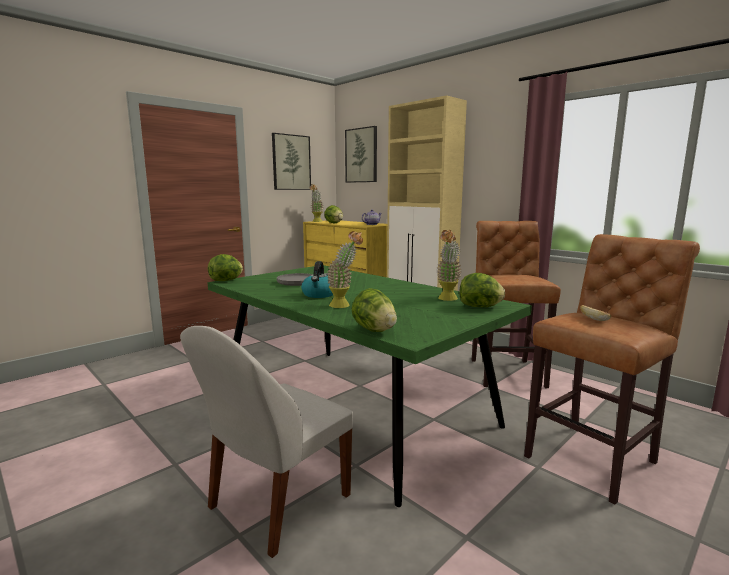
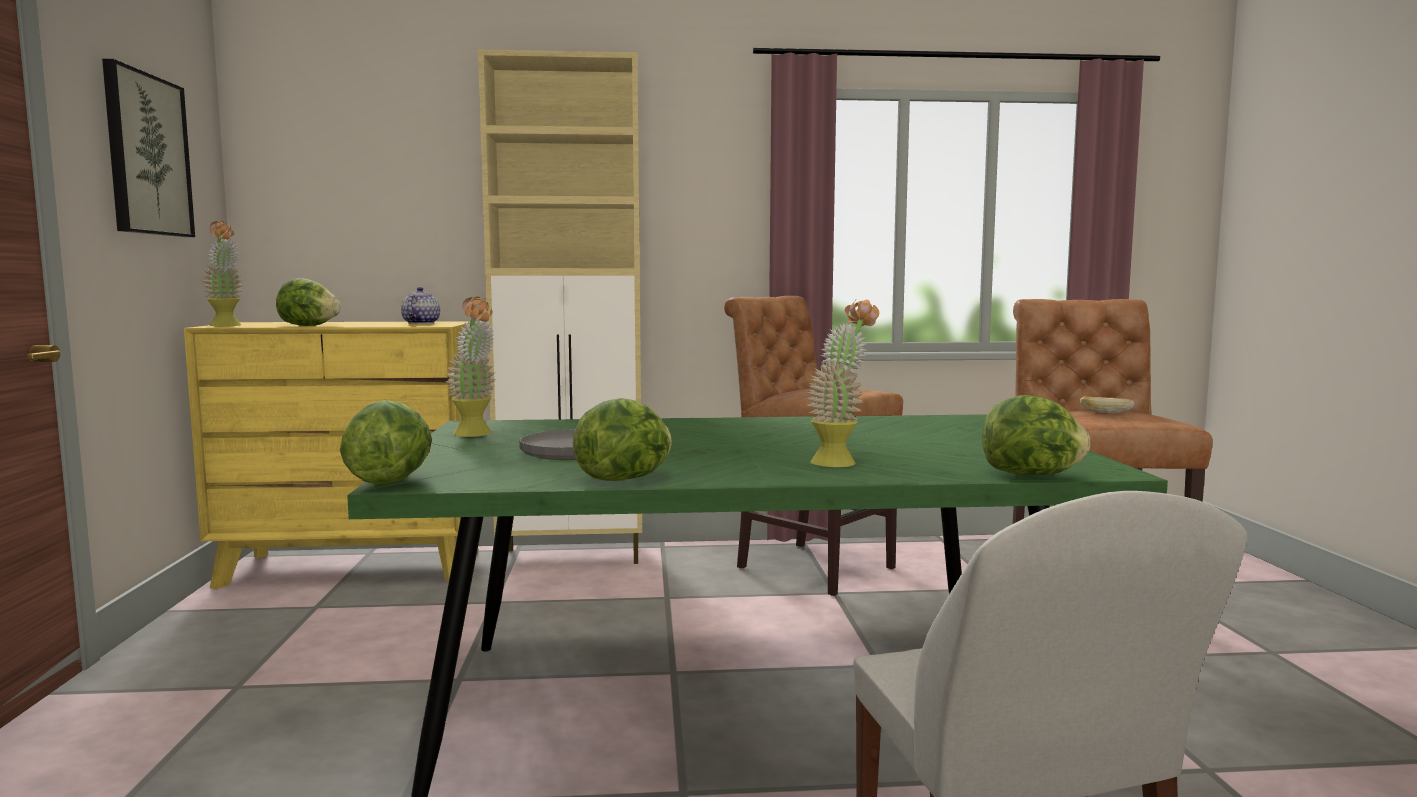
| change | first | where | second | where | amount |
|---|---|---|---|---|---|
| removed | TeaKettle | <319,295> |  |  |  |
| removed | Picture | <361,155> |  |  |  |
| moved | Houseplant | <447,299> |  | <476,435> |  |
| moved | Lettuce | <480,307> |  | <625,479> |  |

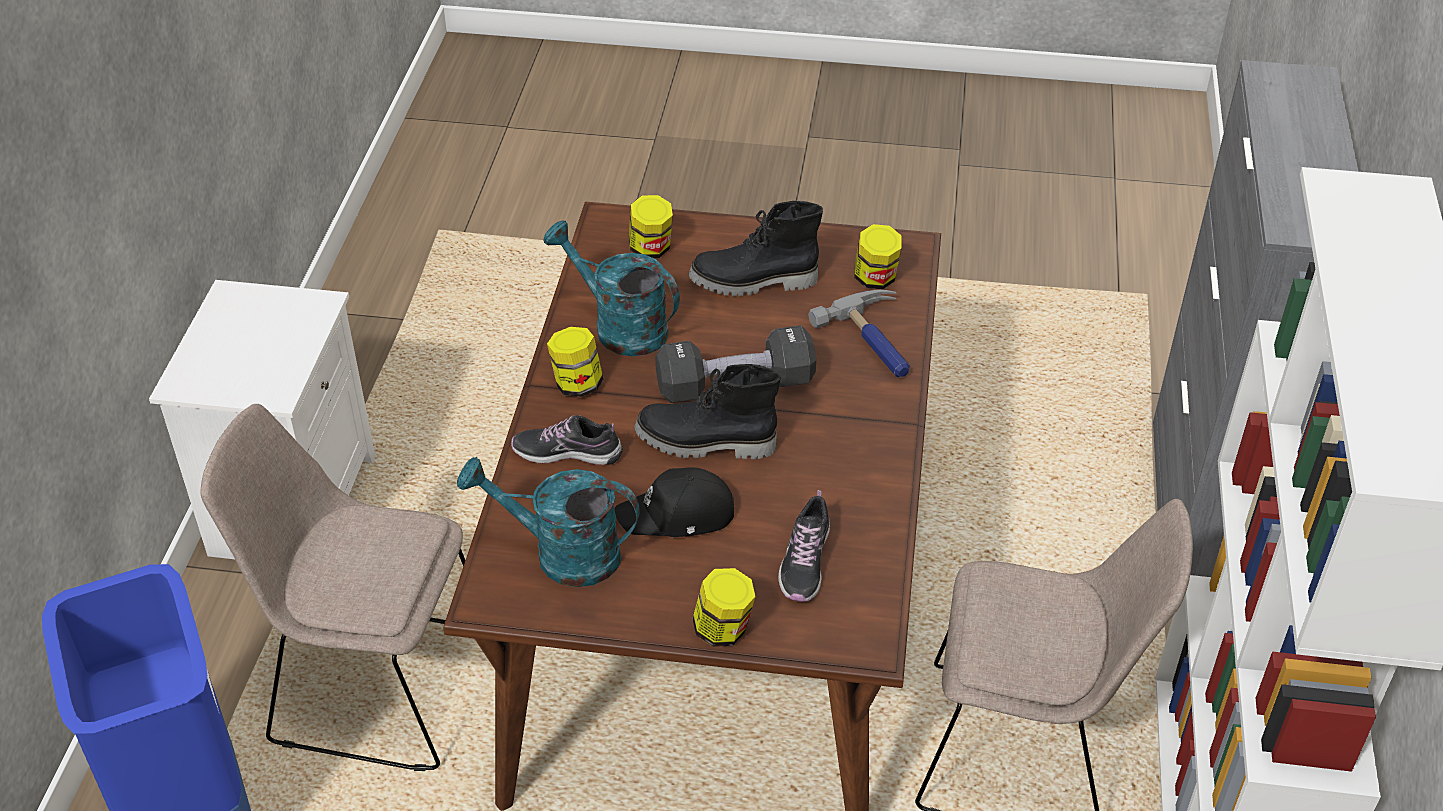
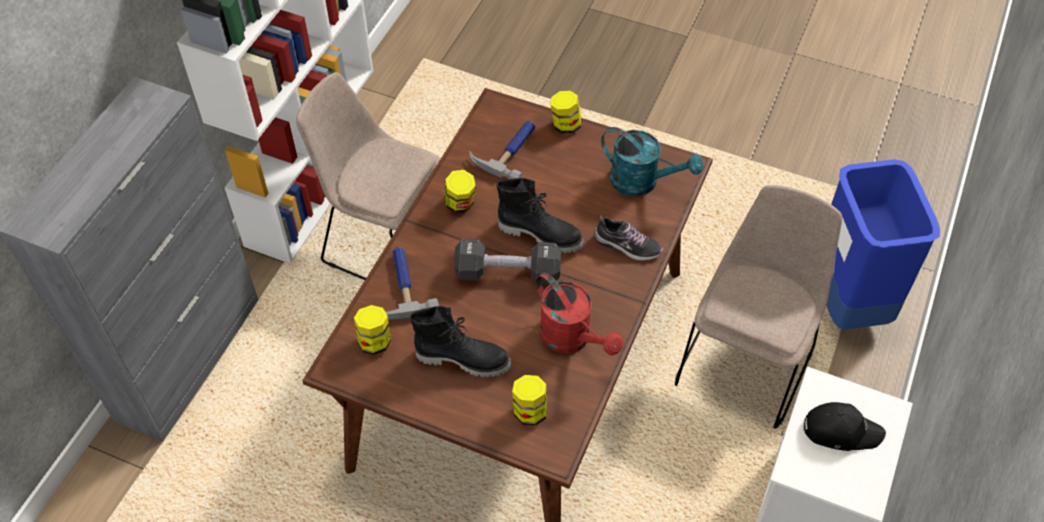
| change | first | where | second | where | amount |
|---|---|---|---|---|---|
| moved | Jar | <577,384> |  | <460,204> |  |
| moved | BlackishPeakedCap | <678,515> |  | <840,430> |  |
| replaced | LowShoe | <805,562> | HandHammer | <509,150> |  |
| recoloured | TurquoiseColouredWateringPot | <619,327> | RedWateringPot | <572,338> |  |
| turned | BeigePlainChair | <374,684> |  | <745,362> | 90 degrees counterclockwise |

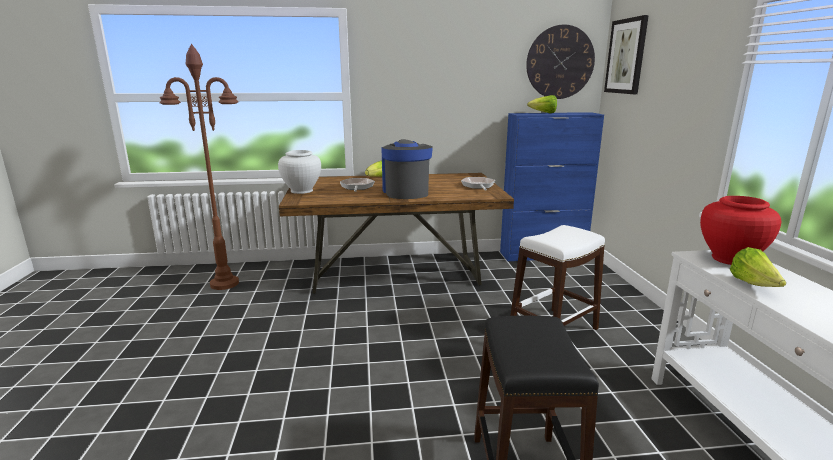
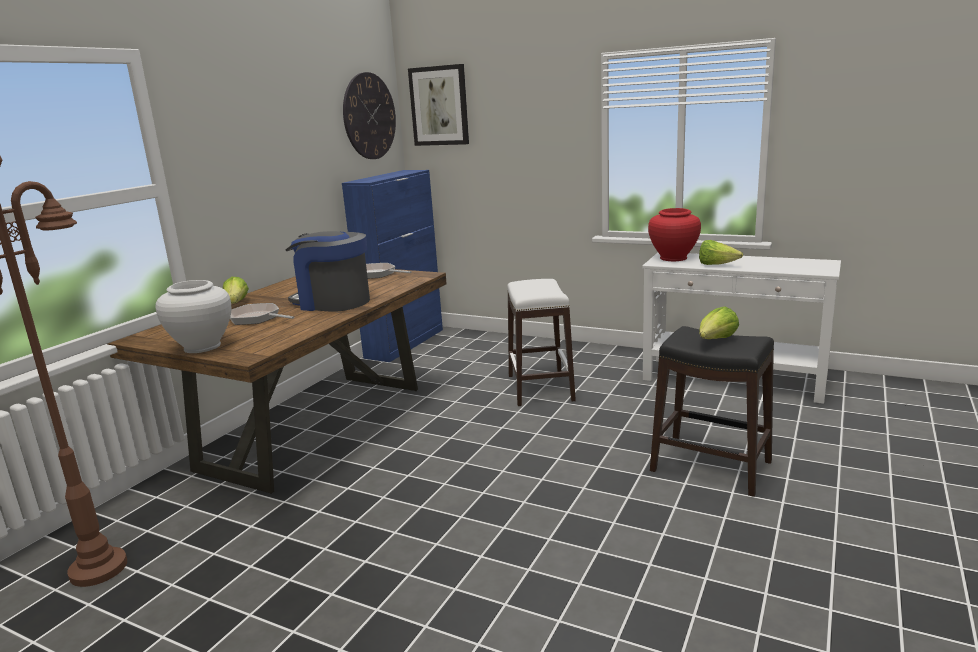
| change | first | where | second | where | amount |
|---|---|---|---|---|---|
| moved | Lettuce | <543,113> |  | <716,341> |  |

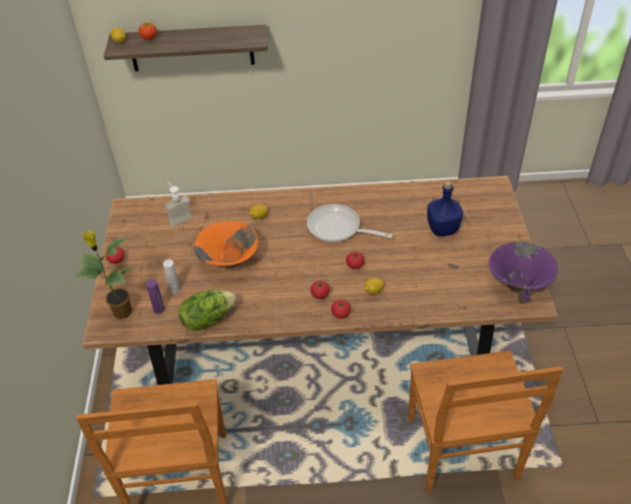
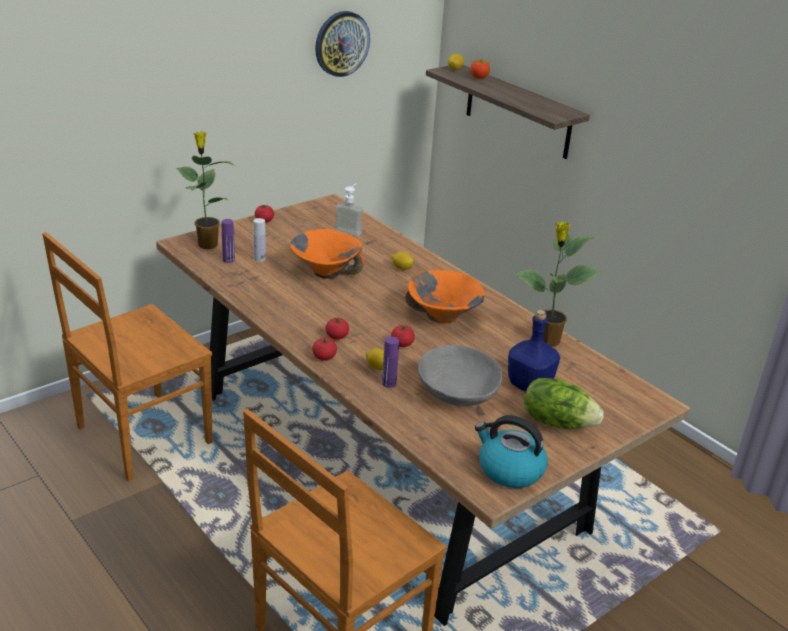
| change | first | where | second | where | amount |
|---|---|---|---|---|---|
| added |  |  | ClockOnTheWall | <341,43> |  |
| added |  |  | PurplishDrinkBottle | <389,383> |  |
| added |  |  | GreyishDeepDish | <457,392> |  |
| added |  |  | Houseplant | <547,341> |  |
| moved | Lettuce | <208,319> |  | <557,422> |  |
| replaced | Pan | <338,229> | OrangeColouredDeepDish | <442,317> |  |
| replaced | PurplishDeepDish | <519,283> | TeaKettle | <509,470> |  |

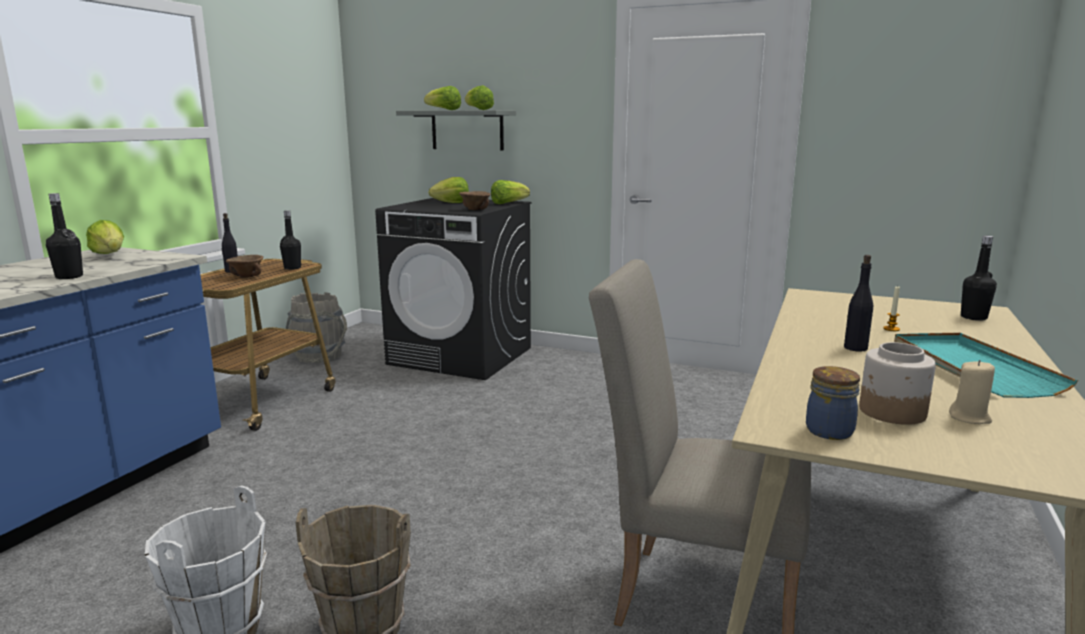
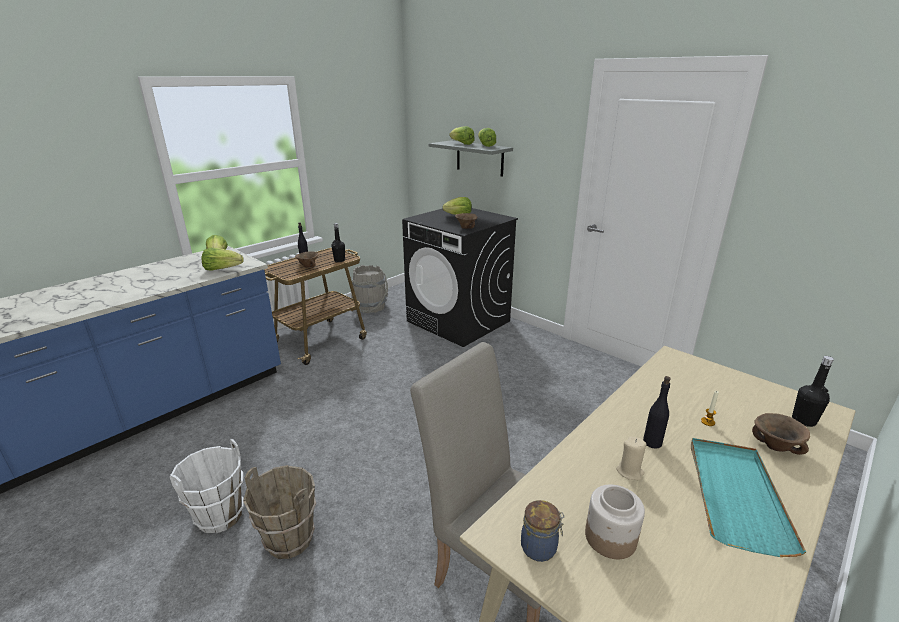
| change | first | where | second | where | amount |
|---|---|---|---|---|---|
| removed | BlackishDrinkBottle | <69,277> |  |  |  |
| added |  |  | BrownishDeepDish | <776,447> |  |
| moved | Lettuce | <508,203> |  | <222,269> |  |
| moved | BeigeWaxLight | <969,418> |  | <630,472> |  |

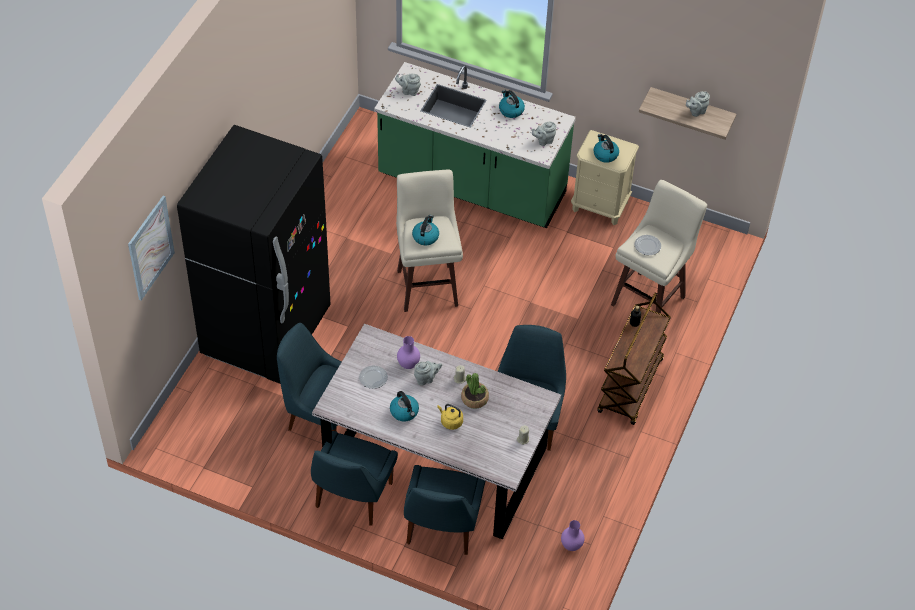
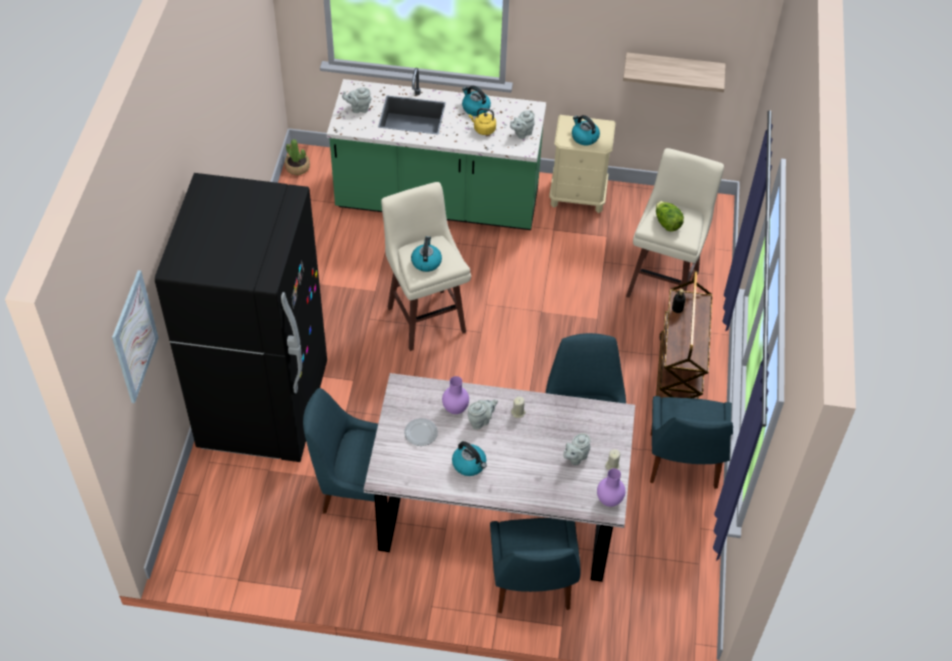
| change | first | where | second | where | amount |
|---|---|---|---|---|---|
| moved | BluePlainChair | <352,497> |  | <683,463> |  |
| moved | YellowishTeaKettle | <450,421> |  | <483,129> |  |
| moved | Houseplant | <474,398> |  | <297,167> |  |
| moved | PurplishDecorativeVase | <571,546> |  | <608,500> |  |
| moved | GreyishPotForTea | <696,111> |  | <575,457> |  |
| replaced | Plate | <647,246> | Lettuce | <666,223> |  |

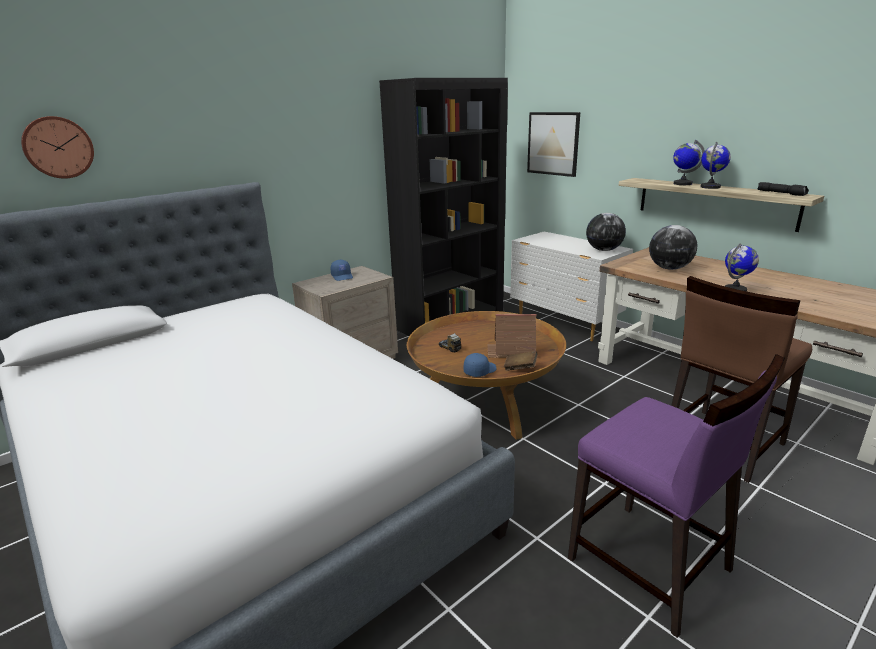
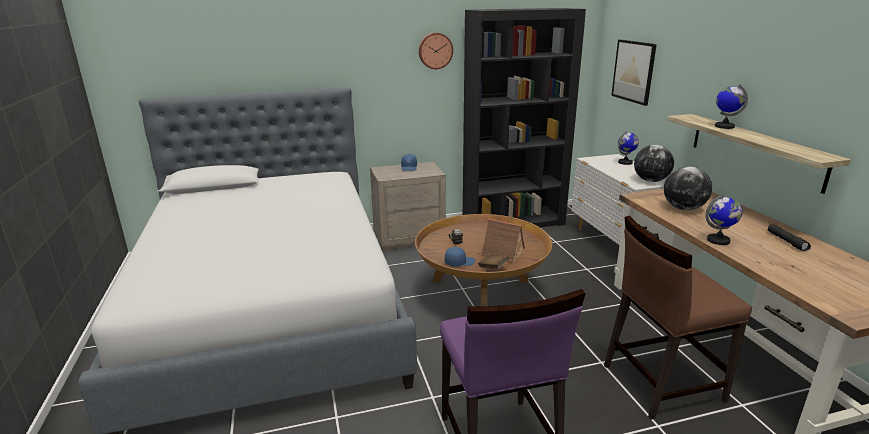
| change | first | where | second | where | amount |
|---|---|---|---|---|---|
| moved | ClockOnTheWall | <58,147> |  | <435,51> |  |
| moved | Globe | <710,187> |  | <625,162> |  |
| moved | BlackishHandTorch | <781,193> |  | <787,241> |  |

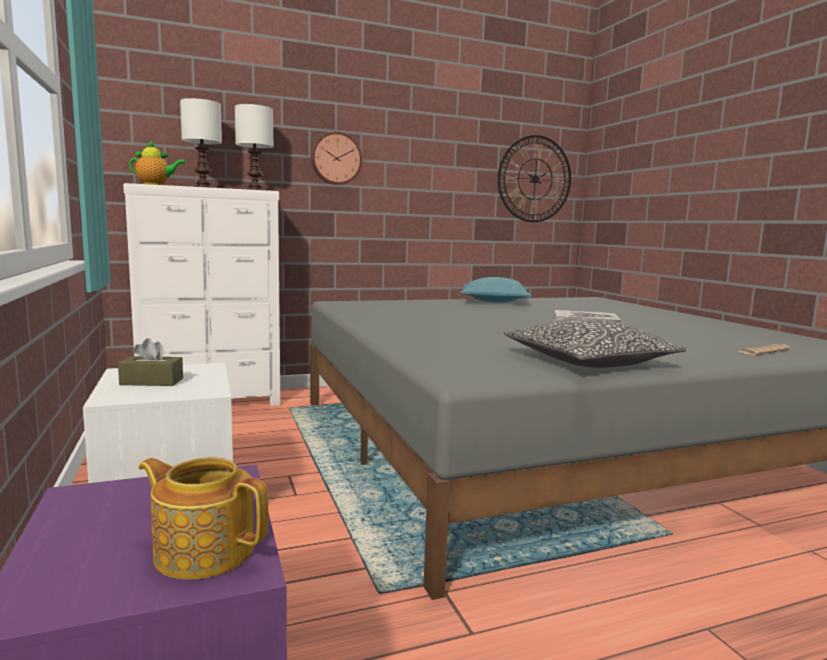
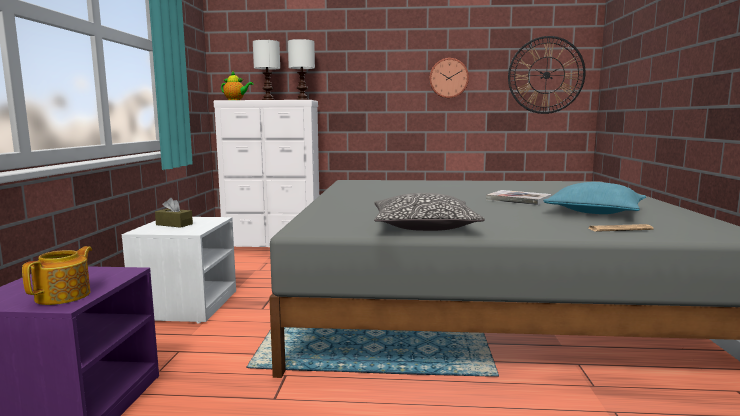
| change | first | where | second | where | amount |
|---|---|---|---|---|---|
| moved | ClockOnTheWall | <336,158> |  | <448,78> |  |
| moved | TurquoiseColouredCushion | <494,301> |  | <594,212> |  |
| turned | PotForTea | <204,550> |  | <64,296> | 60 degrees clockwise |

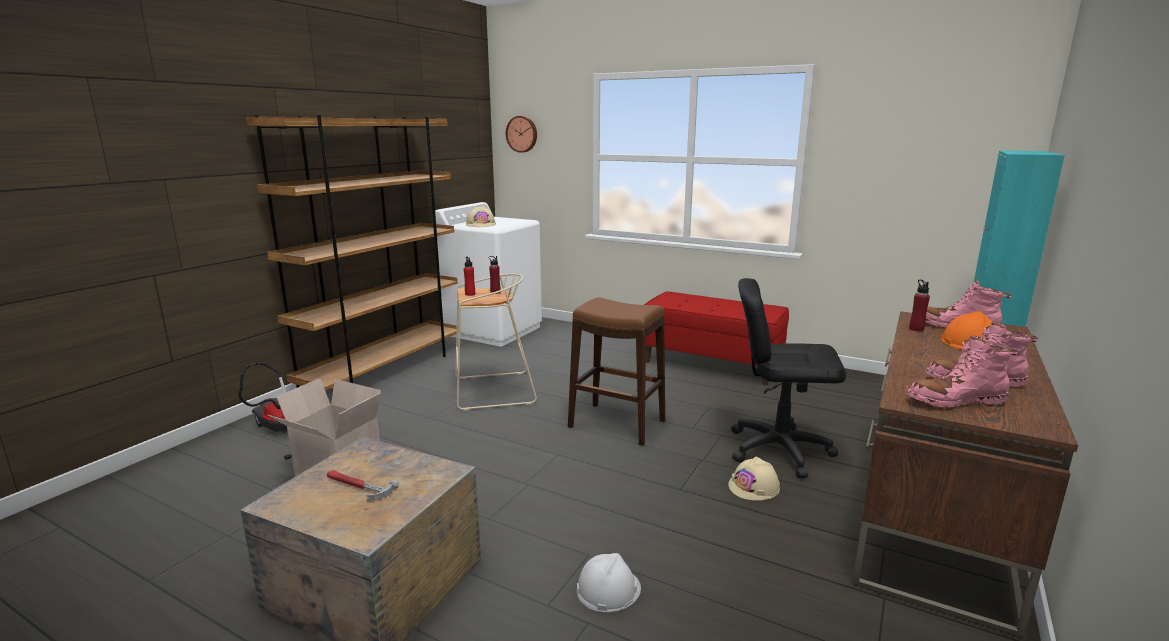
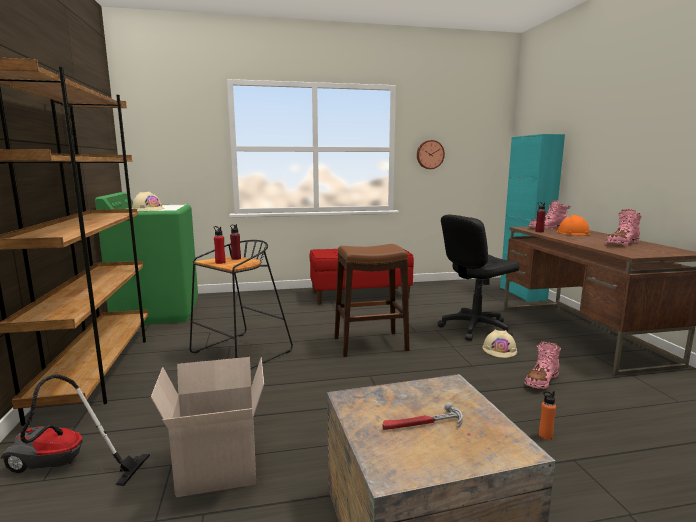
| change | first | where | second | where | amount |
|---|---|---|---|---|---|
| moved | ClockOnTheWall | <522,134> |  | <429,154> |  |
| moved | PinkColouredBoot | <955,401> |  | <541,380> |  |
| replaced | WhitishSafetyHelmet | <608,588> | OrangeColouredDrinkBottle | <545,435> |  |
| recoloured | WhitishLaundryMachine | <493,330> | GreenLaundryMachine | <157,312> |  |
| recoloured | BeigeSittingStool | <492,391> | BlackishSittingStool | <241,353> |  |

